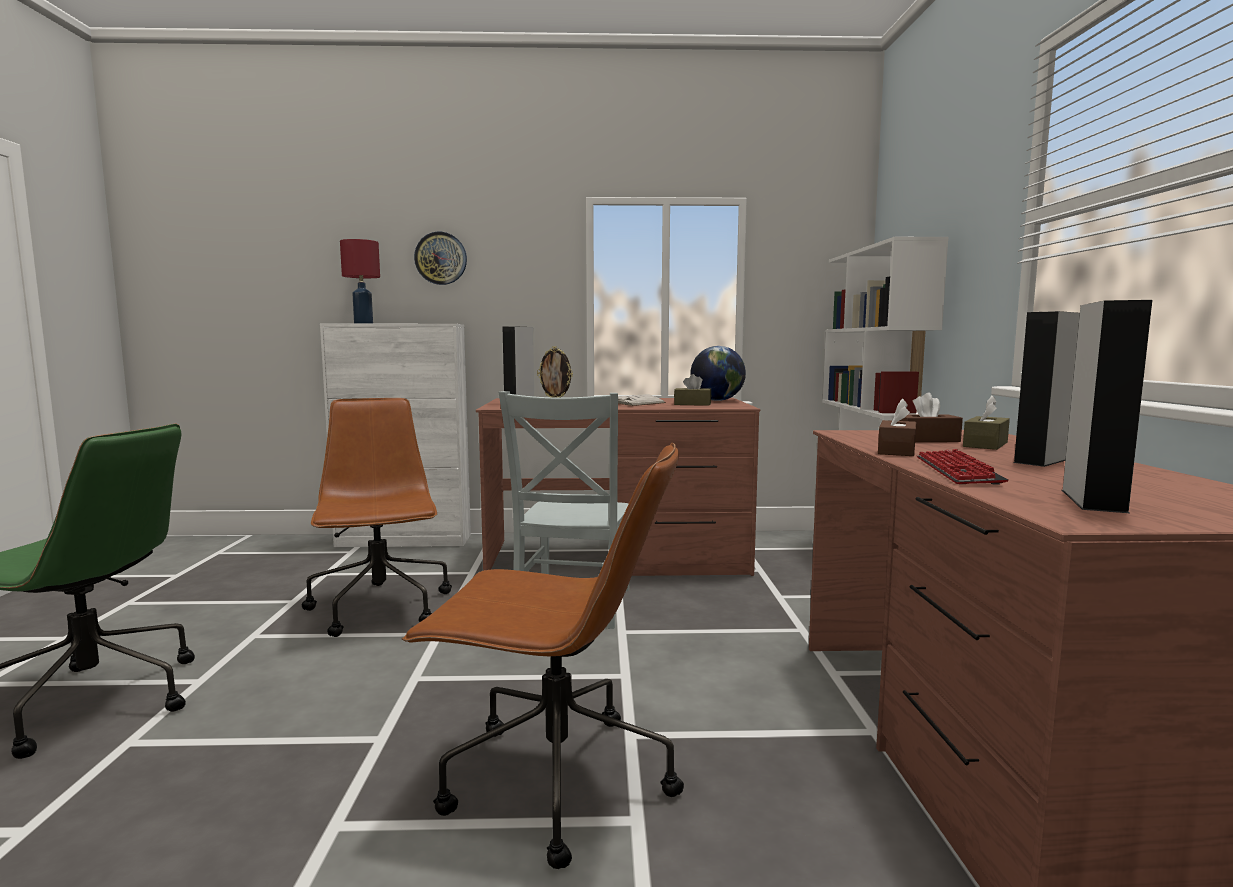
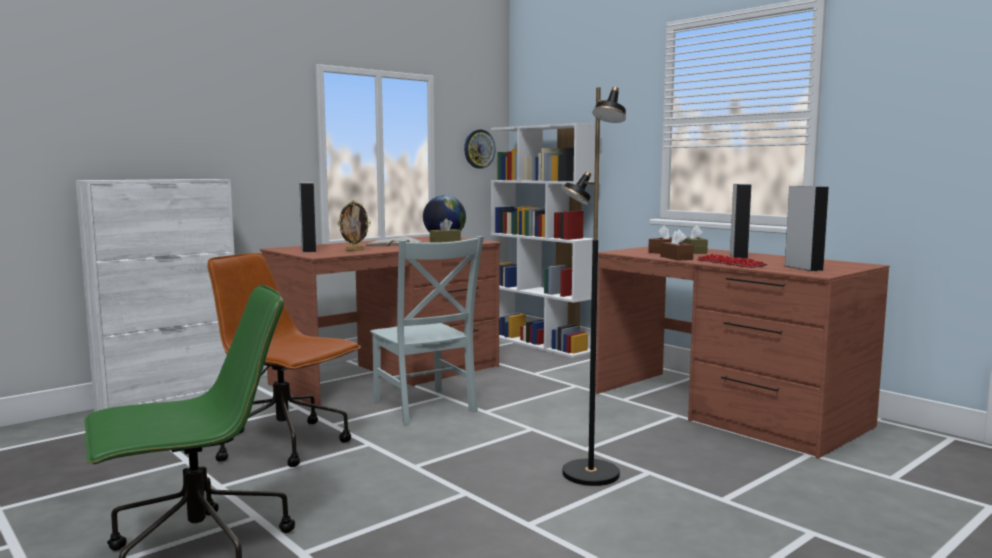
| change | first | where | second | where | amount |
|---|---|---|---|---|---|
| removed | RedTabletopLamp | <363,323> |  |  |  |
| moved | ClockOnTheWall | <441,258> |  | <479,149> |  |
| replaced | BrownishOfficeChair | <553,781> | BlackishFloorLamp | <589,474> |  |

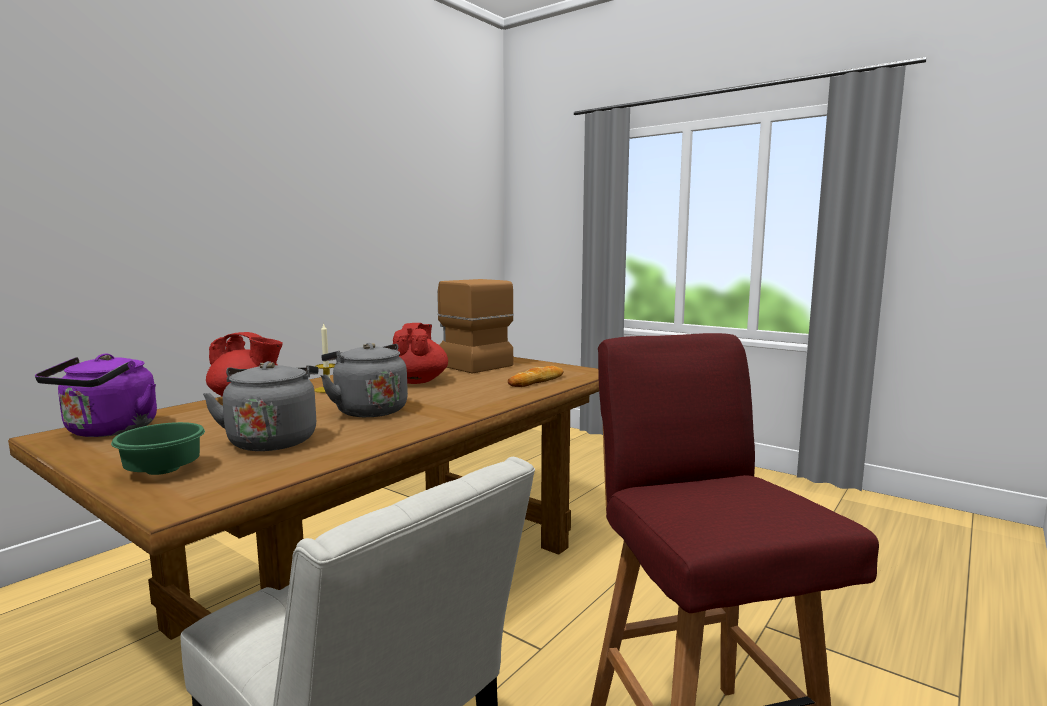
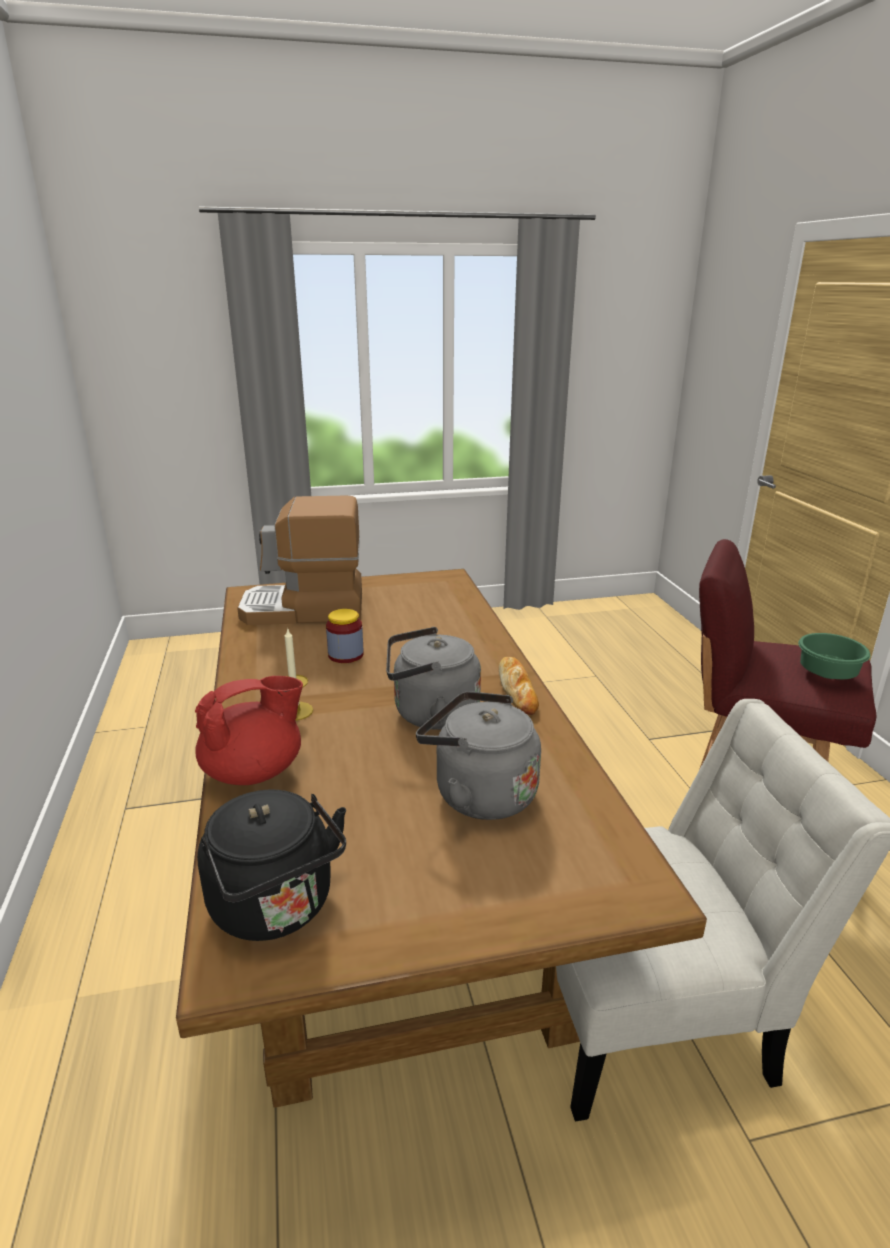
| change | first | where | second | where | amount |
|---|---|---|---|---|---|
| moved | GreenDeepDish | <161,472> |  | <829,675> |  |
| moved | BakeryBread | <537,381> |  | <517,689> |  |
| replaced | RedPotForTea | <417,381> | Jar | <346,655> |  |
| recoloured | PurplishTeaKettle | <108,431> | BlackishTeaKettle | <277,908> |  |

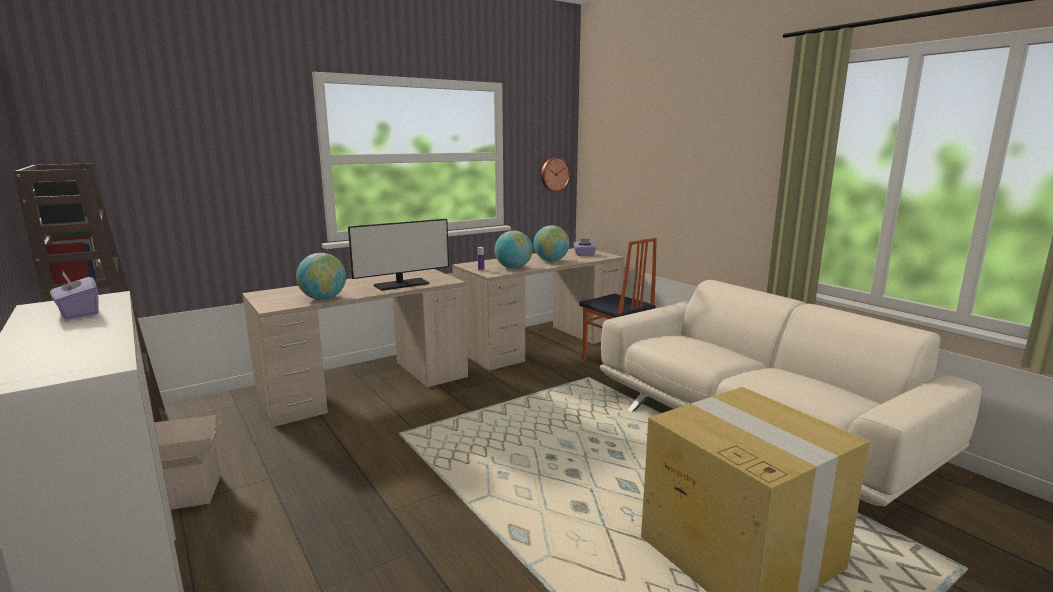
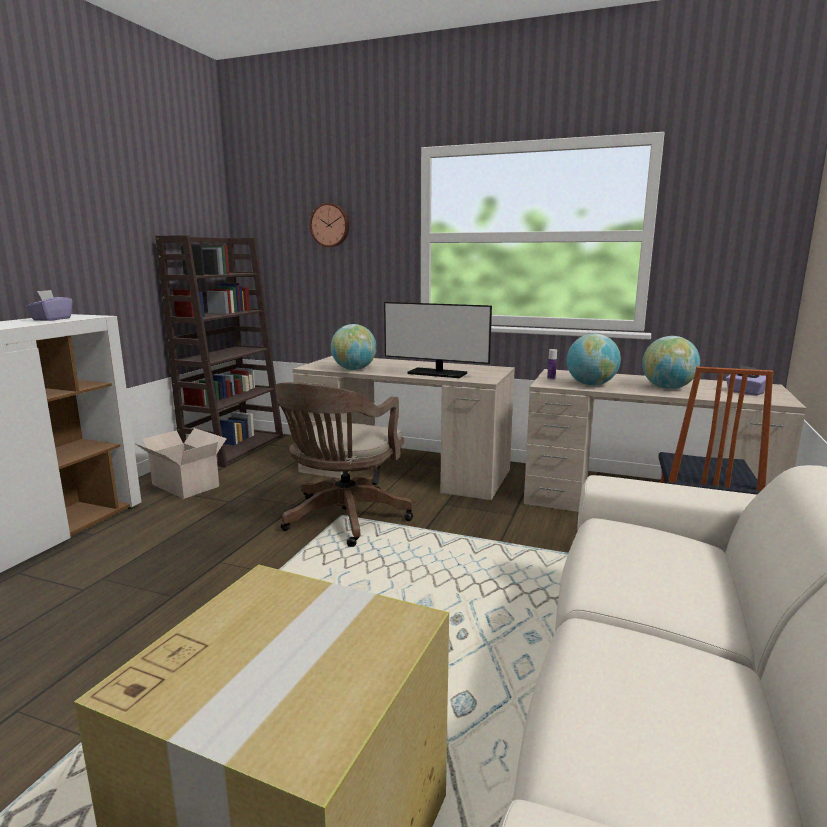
| change | first | where | second | where | amount |
|---|---|---|---|---|---|
| added |  |  | BrownishOfficeChair | <343,520> |  |
| moved | ClockOnTheWall | <554,174> |  | <330,225> |  |

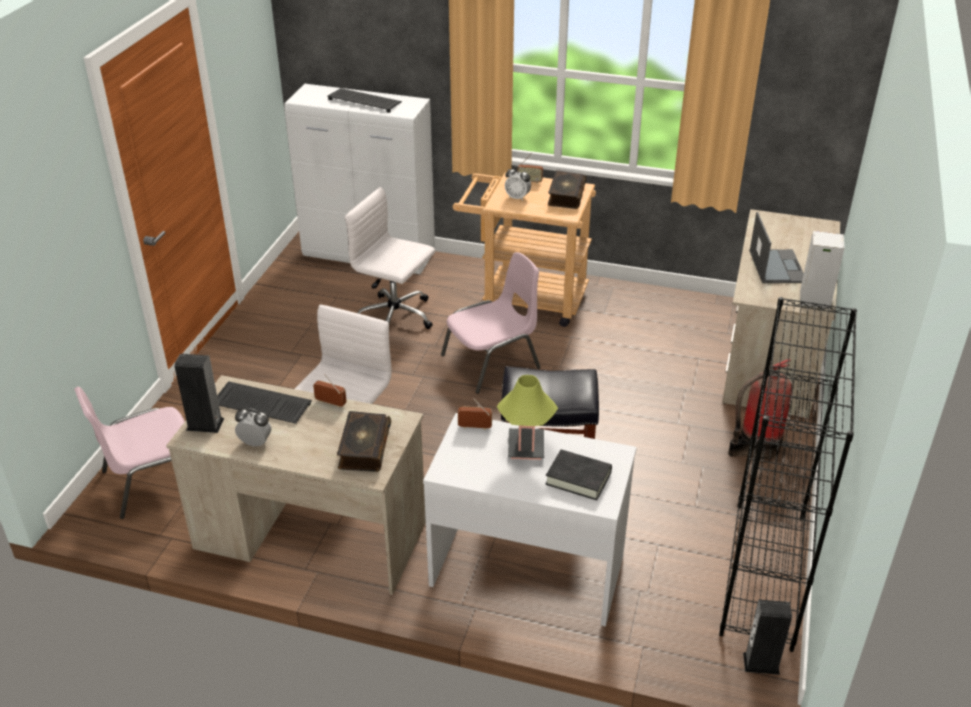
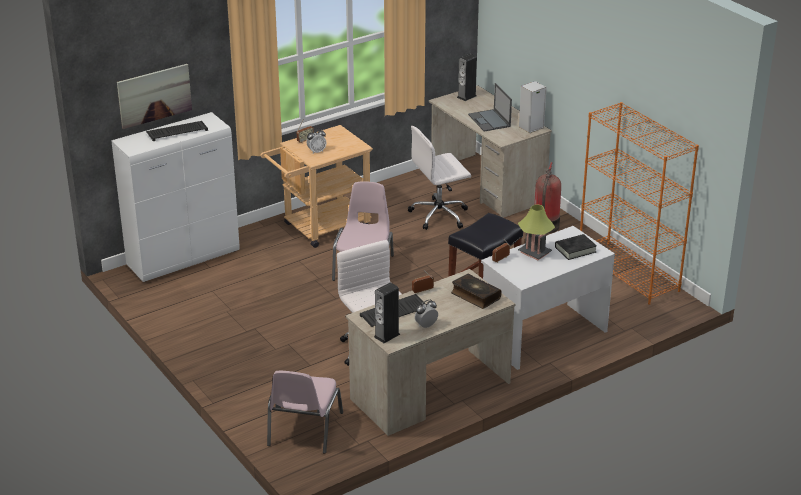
| change | first | where | second | where | amount |
|---|---|---|---|---|---|
| removed | Book | <565,196> |  |  |  |
| added |  |  | Picture | <154,95> |  |
| moved | WhitishOfficeChair | <396,318> |  | <440,215> |  |
| moved | Speaker | <761,663> |  | <466,96> |  |
| recoloured | BlackishBookcase | <764,574> | OrangeColouredBookcase | <629,273> |  |
| turned | Laptop | <776,266> |  | <489,121> | 150 degrees counterclockwise |

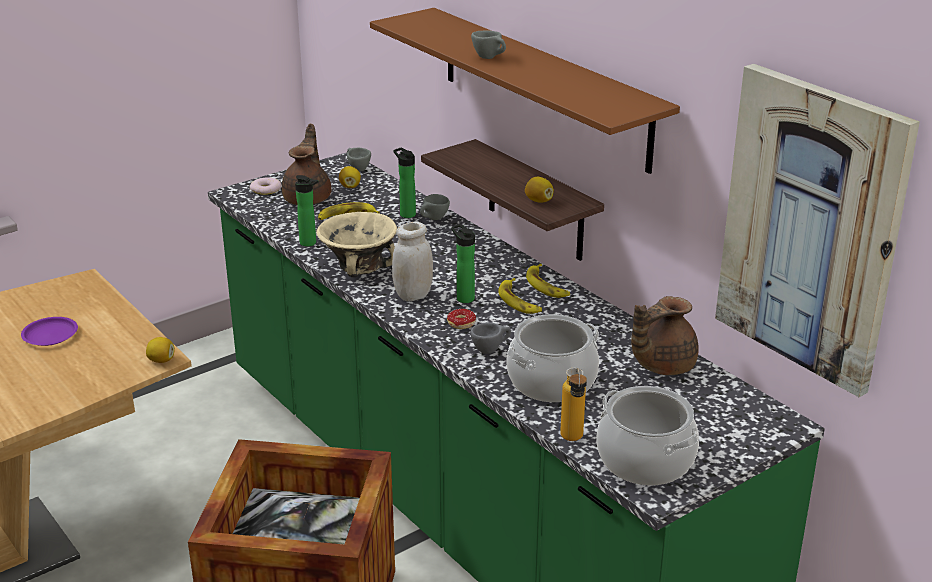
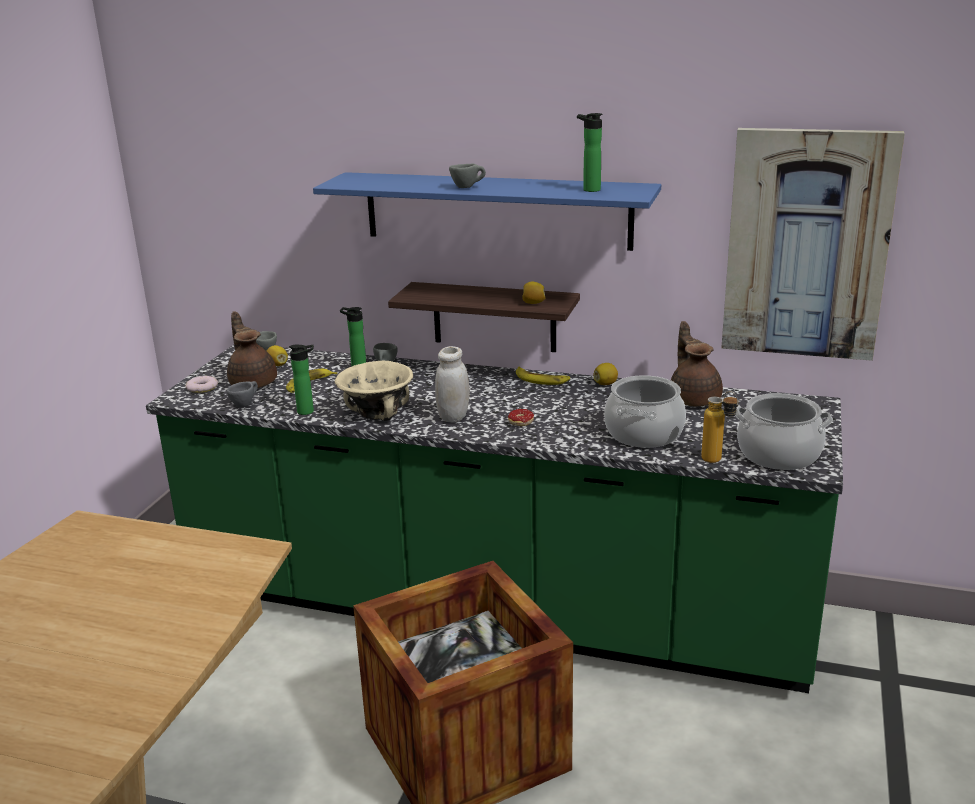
| change | first | where | second | where | amount |
|---|---|---|---|---|---|
| removed | PurplishPlate | <50,335> |  |  |  |
| removed | WholeBanana | <519,301> |  |  |  |
| moved | Lemon | <161,360> |  | <605,384> |  |
| moved | DrinkBottle | <463,297> |  | <589,190> |  |
| moved | GreyishSmallCup | <490,350> |  | <245,404> |  |
| recoloured | BrownishShelf | <543,87> | BlueShelf | <496,210> |  |
| turned | BrownishPotForTea | <661,365> |  | <694,399> | 150 degrees clockwise |

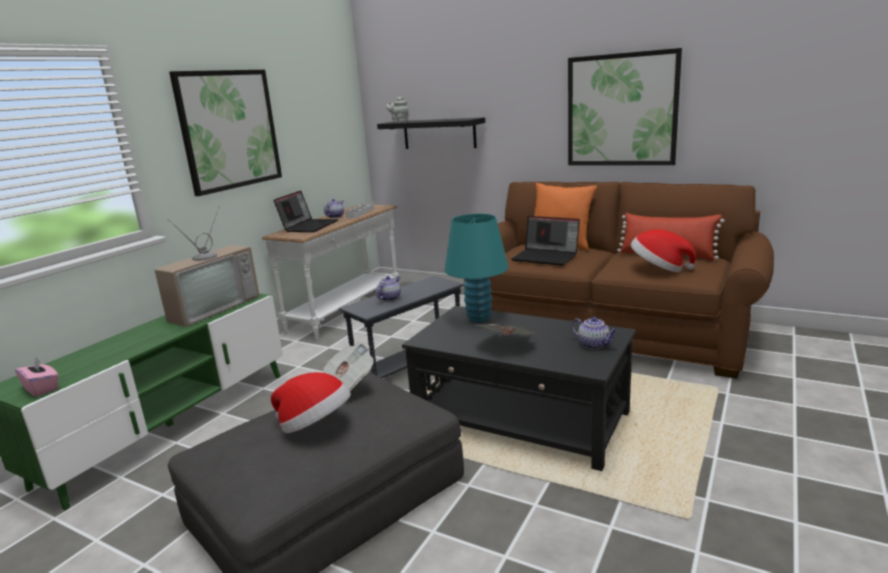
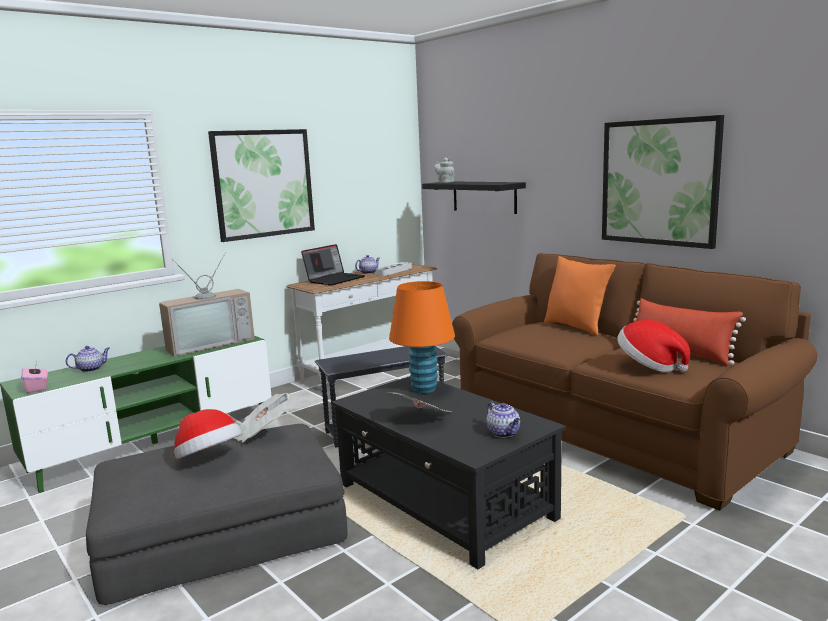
| change | first | where | second | where | amount |
|---|---|---|---|---|---|
| removed | Laptop | <546,257> |  |  |  |
| moved | PotForTea | <389,298> |  | <91,369> |  |
| recoloured | TurquoiseColouredTabletopLamp | <479,318> | OrangeColouredTabletopLamp | <424,389> |  |

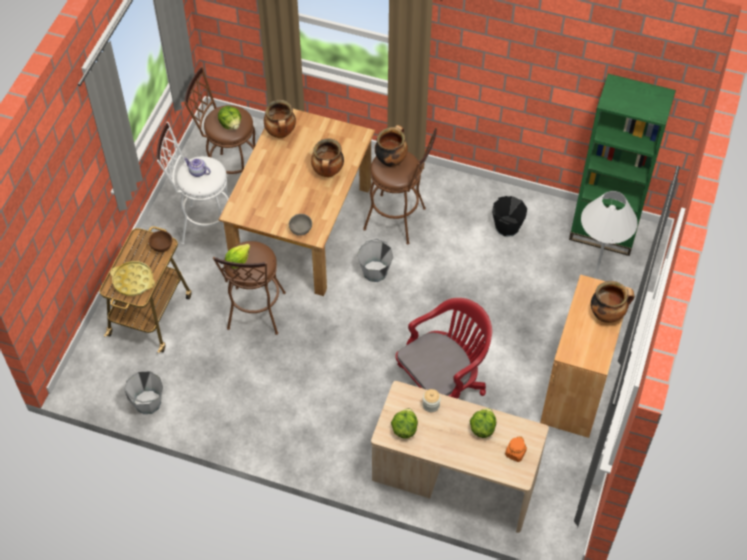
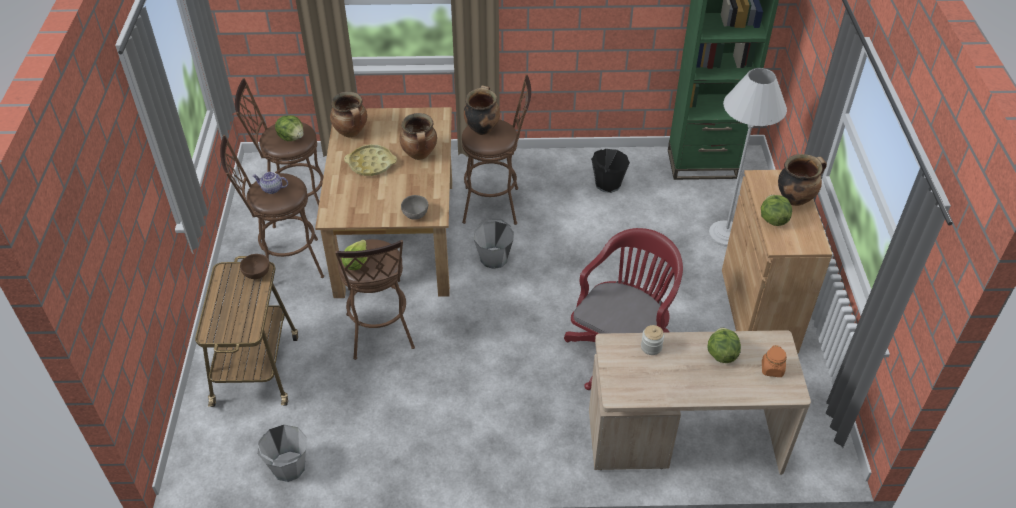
| change | first | where | second | where | amount |
|---|---|---|---|---|---|
| moved | YellowishServingTray | <133,281> |  | <371,164> |  |
| moved | Lettuce | <404,429> |  | <772,219> |  |
| recoloured | WhitishSittingStool | <204,225> | BrownishSittingStool | <285,263> |  |

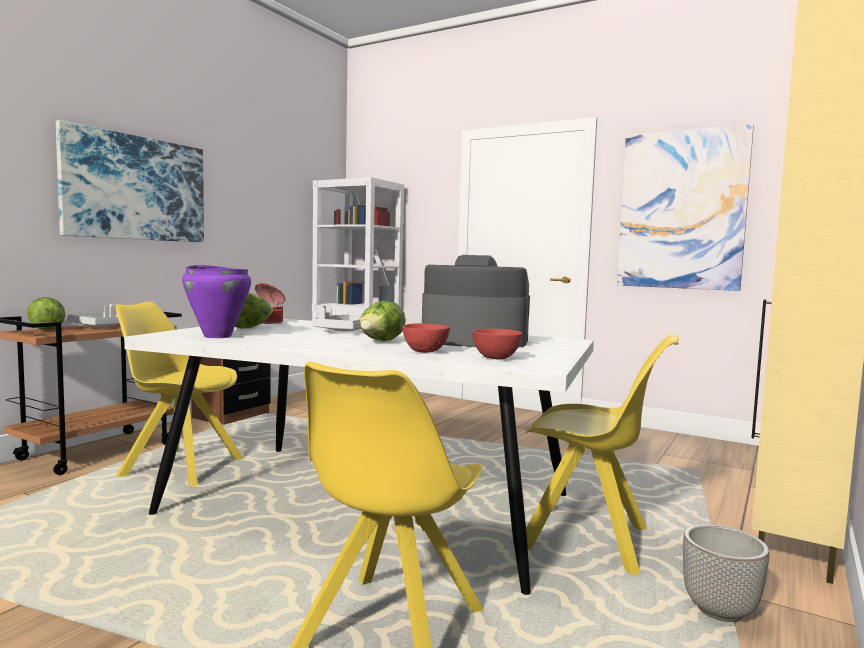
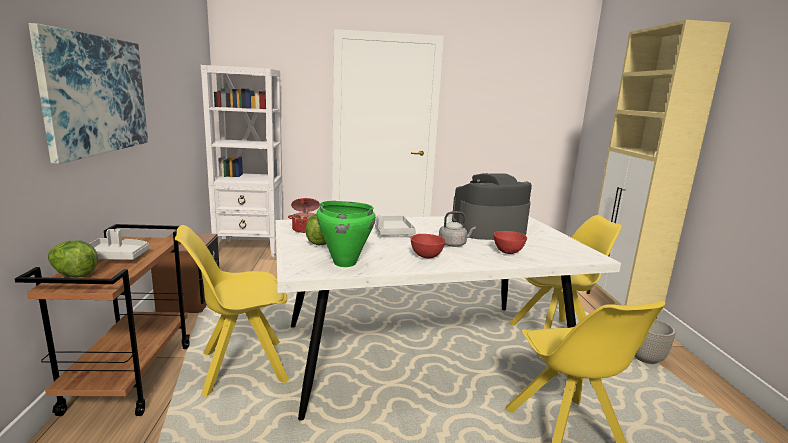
| change | first | where | second | where | amount |
|---|---|---|---|---|---|
| removed | Picture | <681,210> |  |  |  |
| moved | RedDeepDish | <495,358> |  | <426,256> |  |
| replaced | Lettuce | <380,342> | GreyishTeaKettle | <453,244> |  |
| recoloured | PurplishSaucepot | <217,336> | GreenSaucepot | <344,263> |  |

